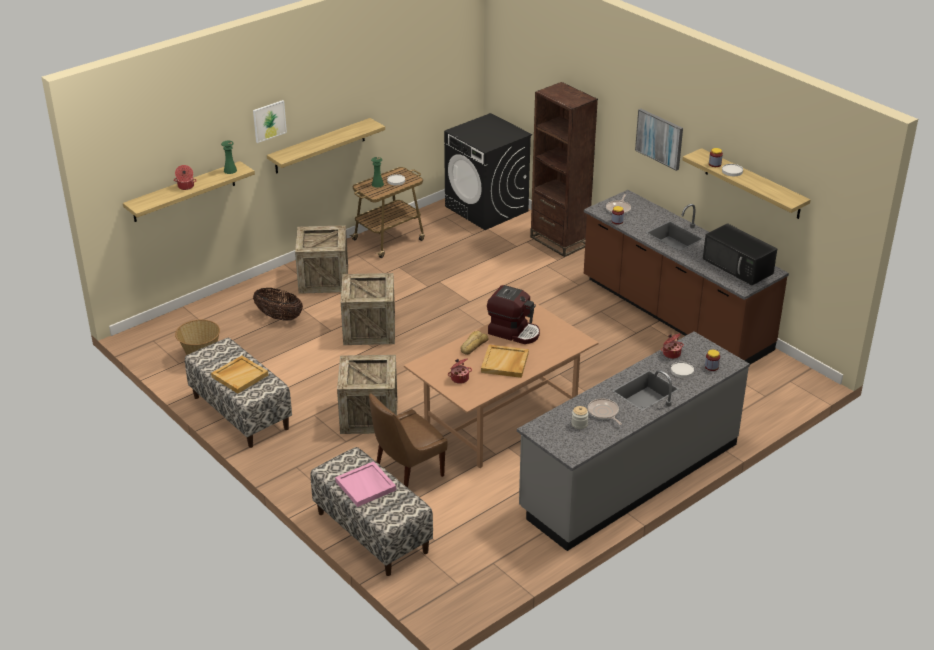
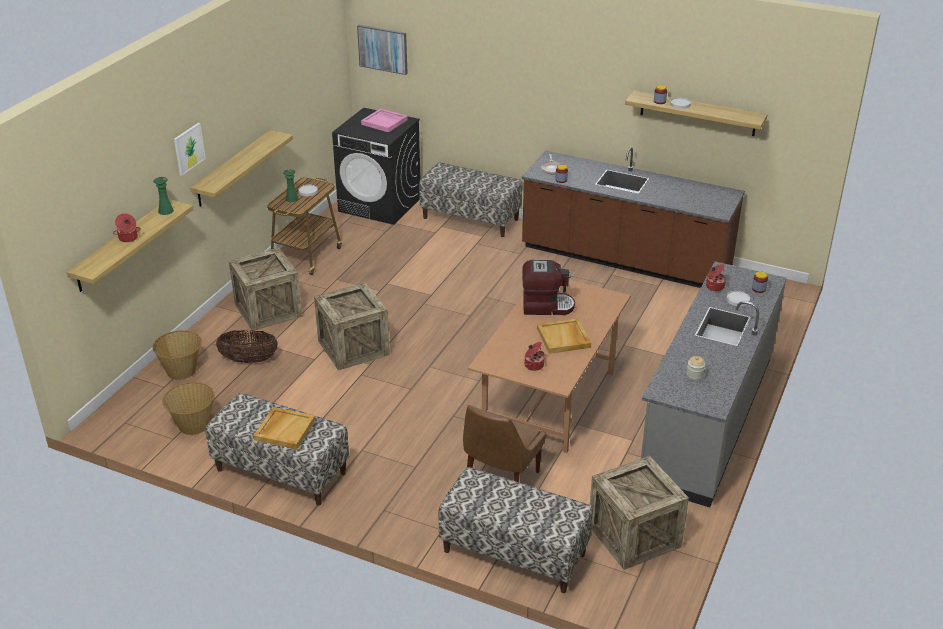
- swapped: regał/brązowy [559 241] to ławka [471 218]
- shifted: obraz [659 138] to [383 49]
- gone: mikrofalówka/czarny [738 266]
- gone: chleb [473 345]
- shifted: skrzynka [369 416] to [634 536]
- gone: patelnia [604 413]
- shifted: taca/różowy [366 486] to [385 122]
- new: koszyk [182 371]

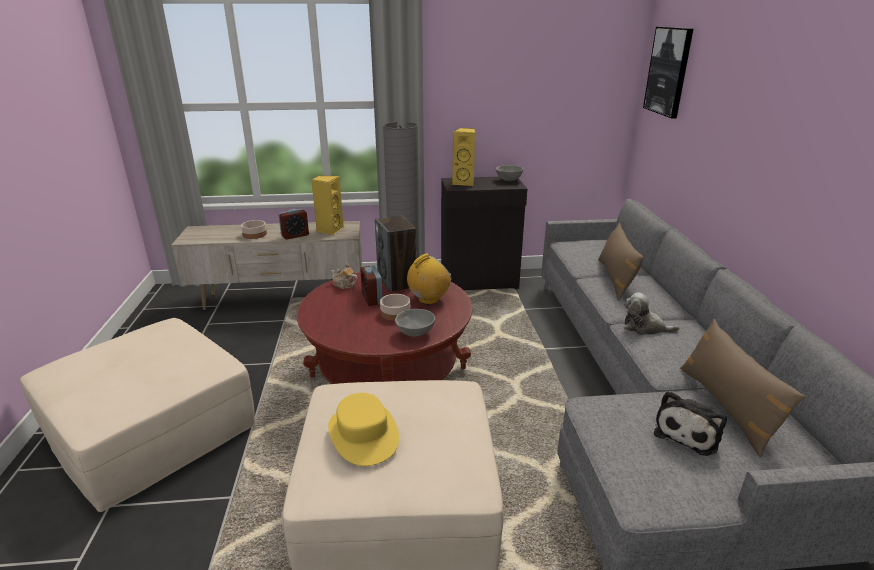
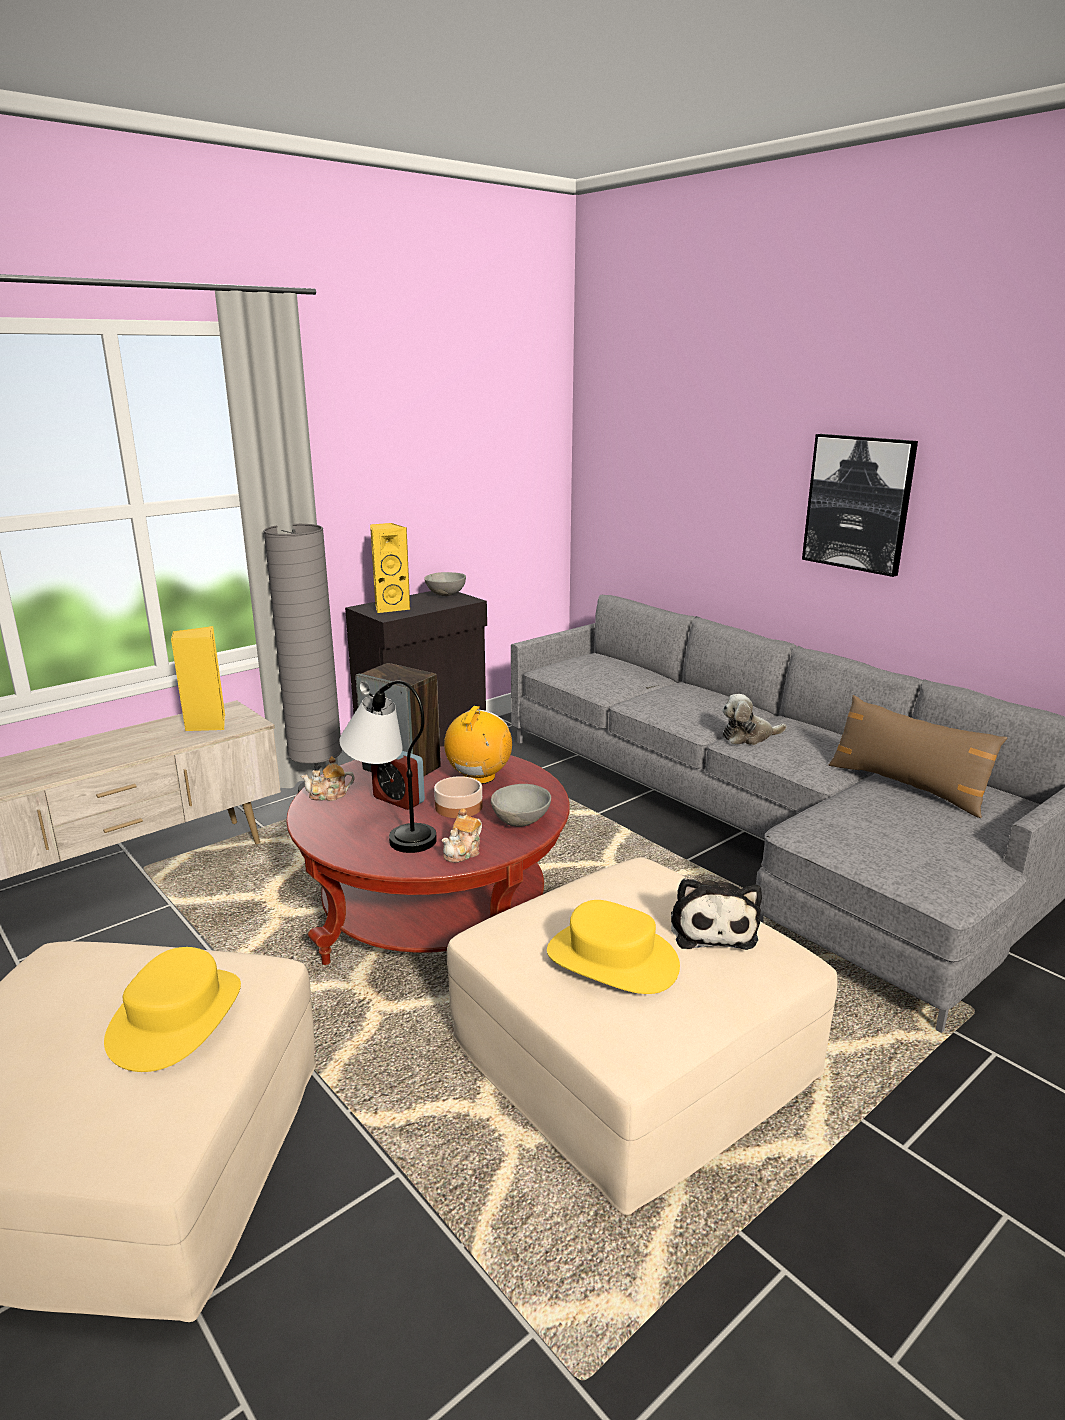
- shifted: obraz [668 71] to [858 503]
- gone: budzik [295 235]
- gone: miska [254 234]
- gone: poduszka/brązowy [616 279]
- shifted: pluszak [688 432] to [712 928]
- new: lampa stołowa [391 830]
- new: imbryk [463 852]
- new: kapelusz/żółty [177 1017]

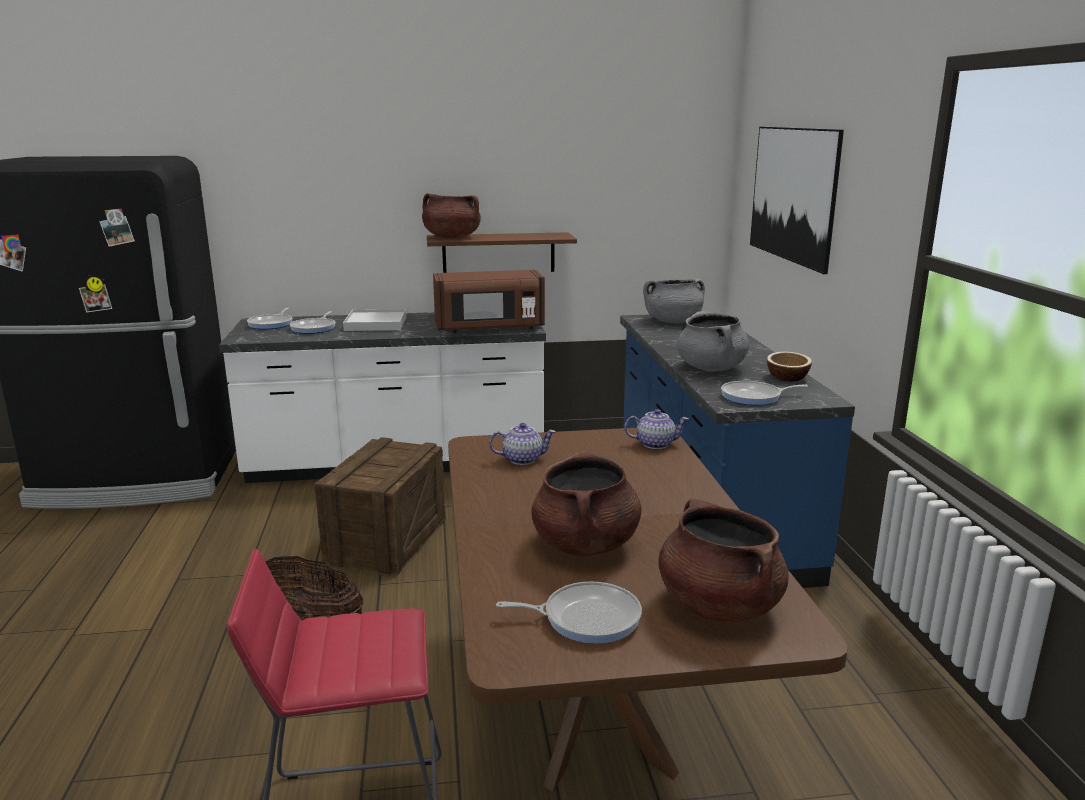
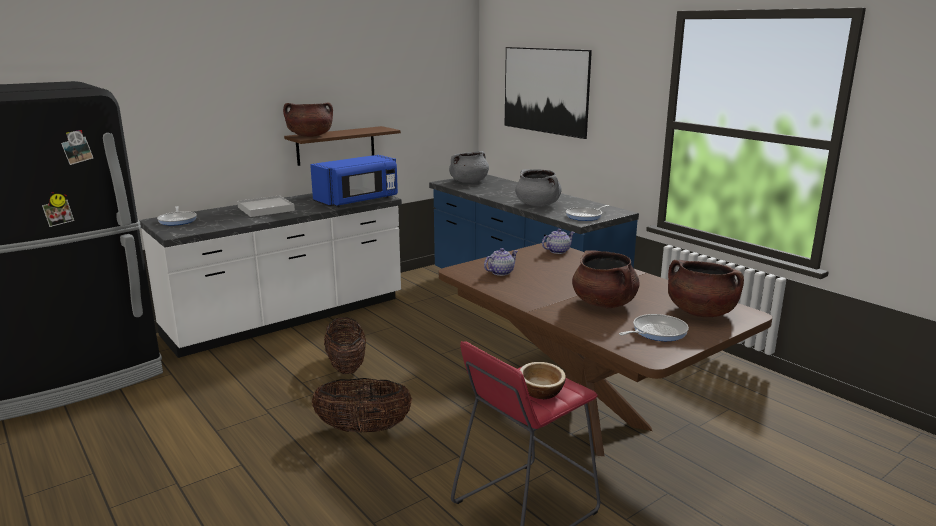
- repainted: mikrofalówka/brązowy [489 328] to mikrofalówka/niebieski [358 201]
- gone: patelnia [314 328]
- shifted: miska [787 377] to [541 392]
- swapped: skrzynka [387 541] to koszyk [346 366]

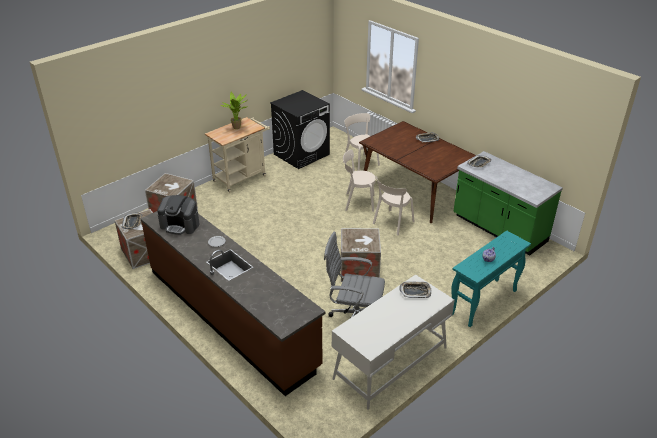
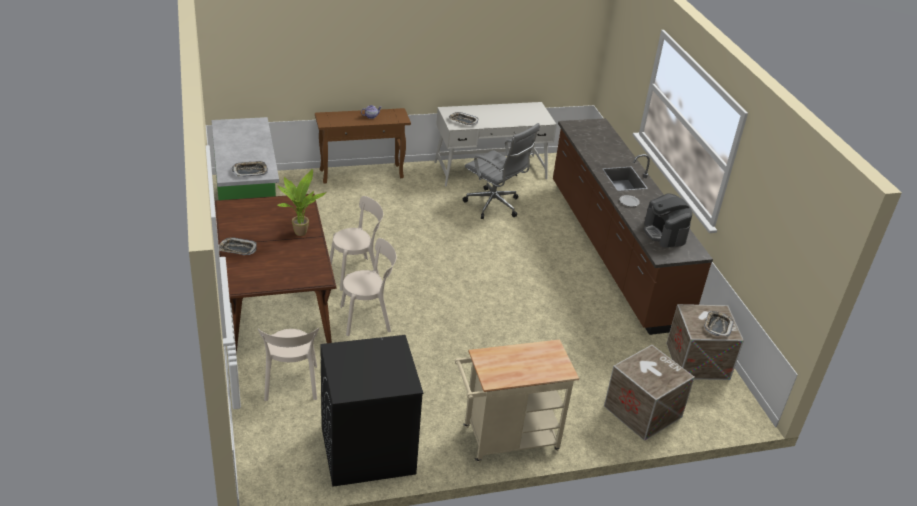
- shifted: roślina doniczkowa [238 128] to [299 232]
- rotated: krzesło/beżowy [357 202] = [368 318] 45 degrees counterclockwise
- rotated: ekspres do kawy [180 225] = [664 233] 150 degrees counterclockwise
- gone: skrzynka [359 269]
- repainted: stolik konsolowy/turkusowy [483 303] to stolik konsolowy/brązowy [362 174]

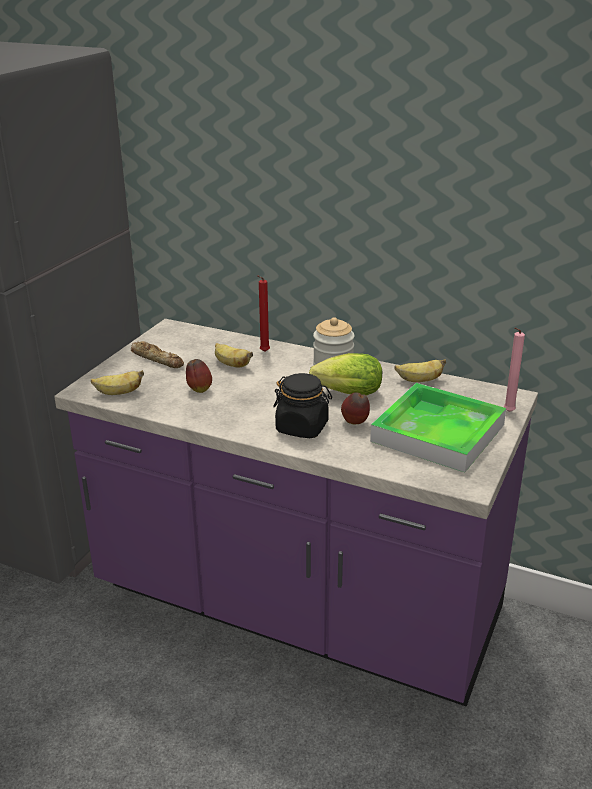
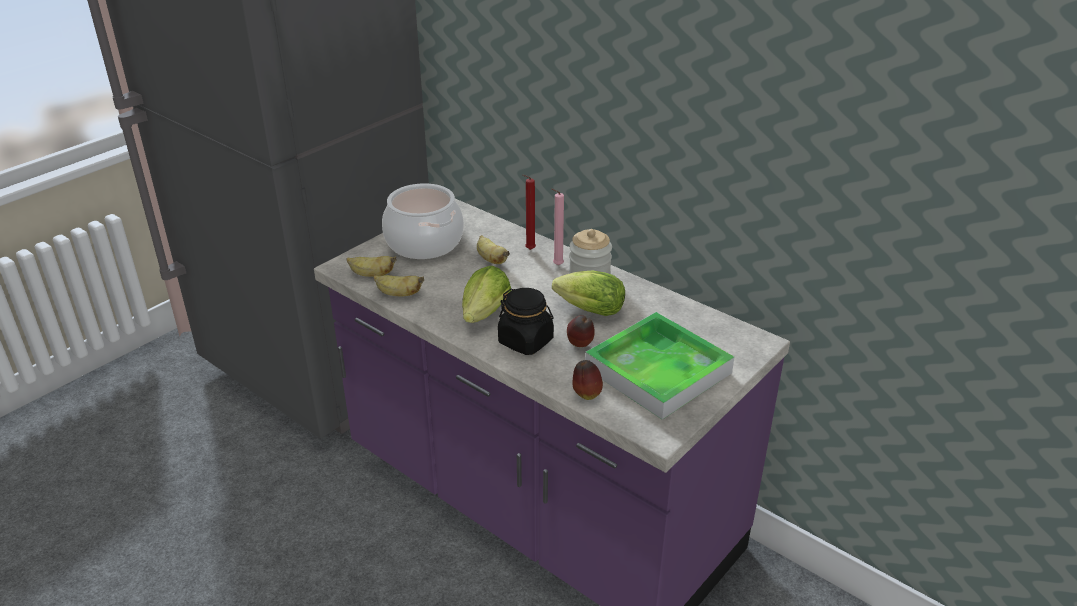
- shifted: świeca/różowy [507 412] to [556 265]
- swapped: chleb [157 359] to garnek [423 242]
- shifted: jabłko [199 390] to [586 394]
- shifted: banan [419 381] to [398 294]
- new: sałata [483 316]

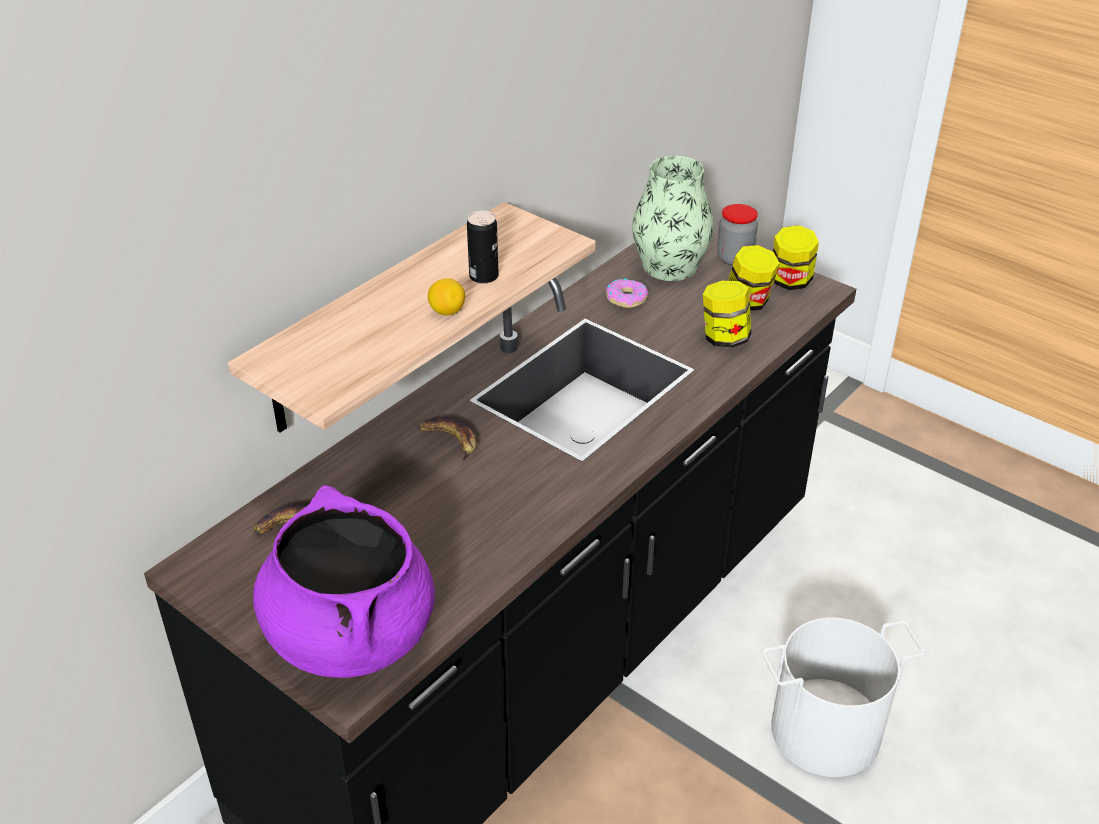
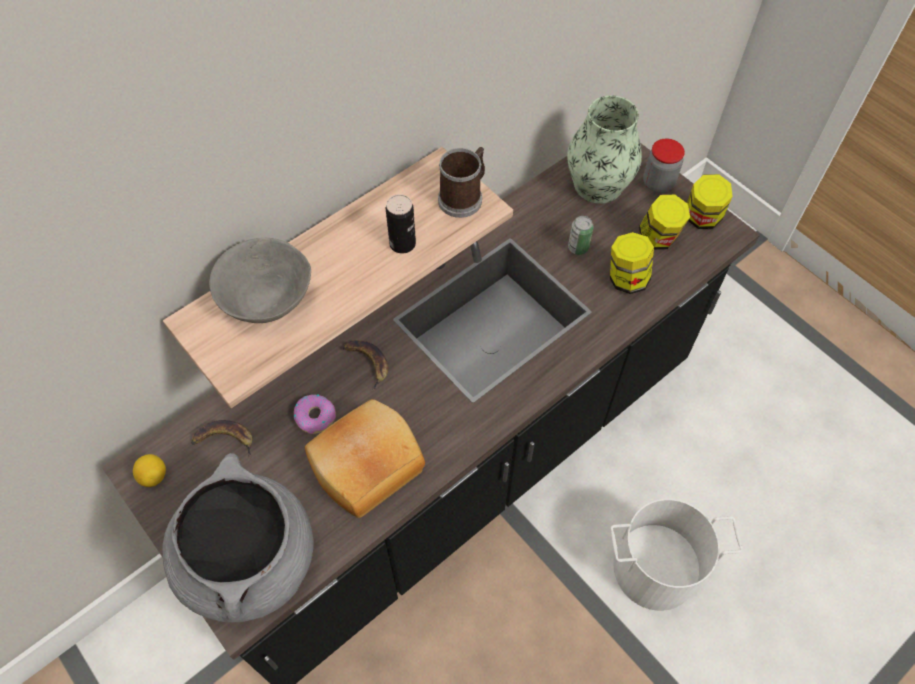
- shifted: cytryna [447 312] to [154 476]
- shifted: donut [626 298] to [315 416]
- repainted: garnek/fioletowy [350 634] to garnek/szary [249 560]
- new: kubek [463 197]
- new: puszka [578 248]
- new: miska/szary [267 301]
- new: chleb [365 464]

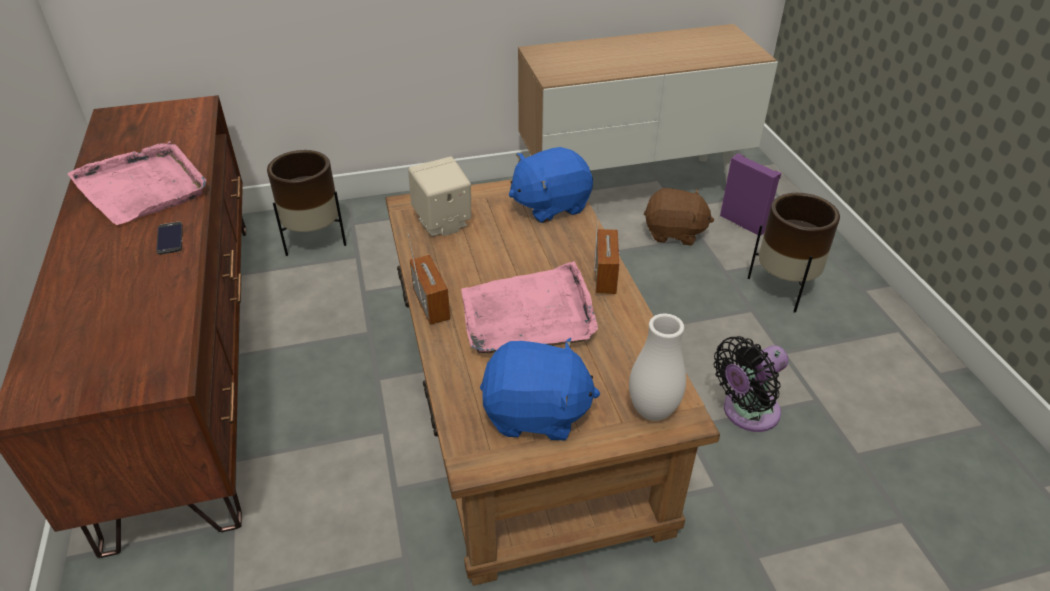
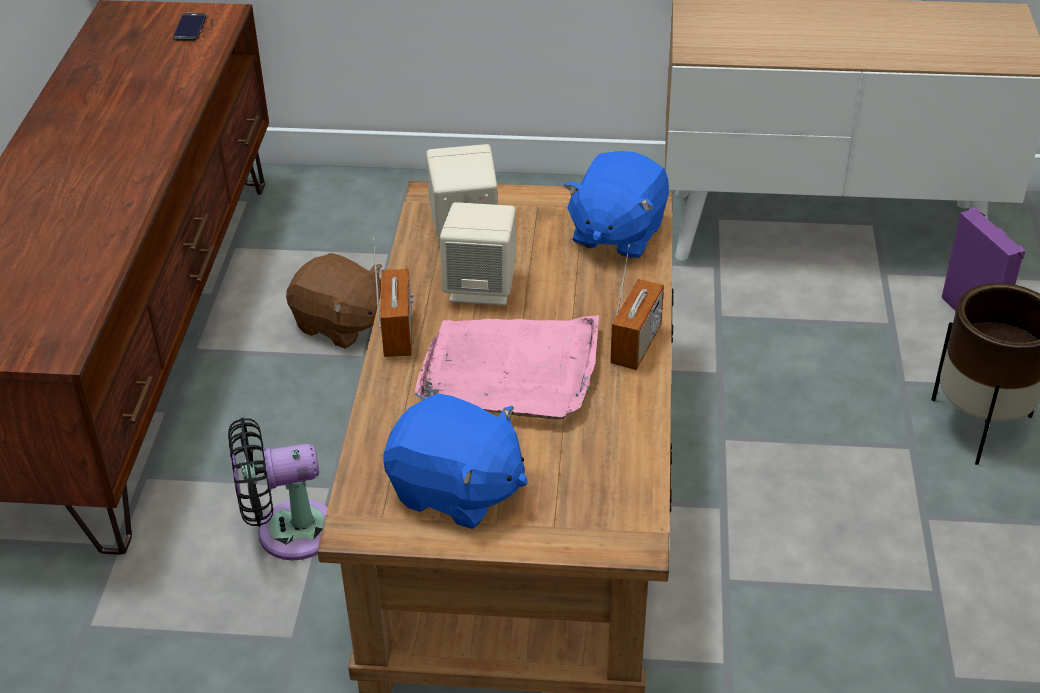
- gone: taca/różowy [143 187]
- rotated: pluszak/niebieski [550 205] = [616 234] 60 degrees counterclockwise
- gone: donica/brązowy [314 240]
- shifted: pluszak/brązowy [674 233] to [340 324]
- shifted: telefon [170 238] to [190 27]
- gone: wazon/biały [652 411]
- shifted: wentylator/czarny [746 413] to [287 532]
- new: głośnik/beżowy [481 287]

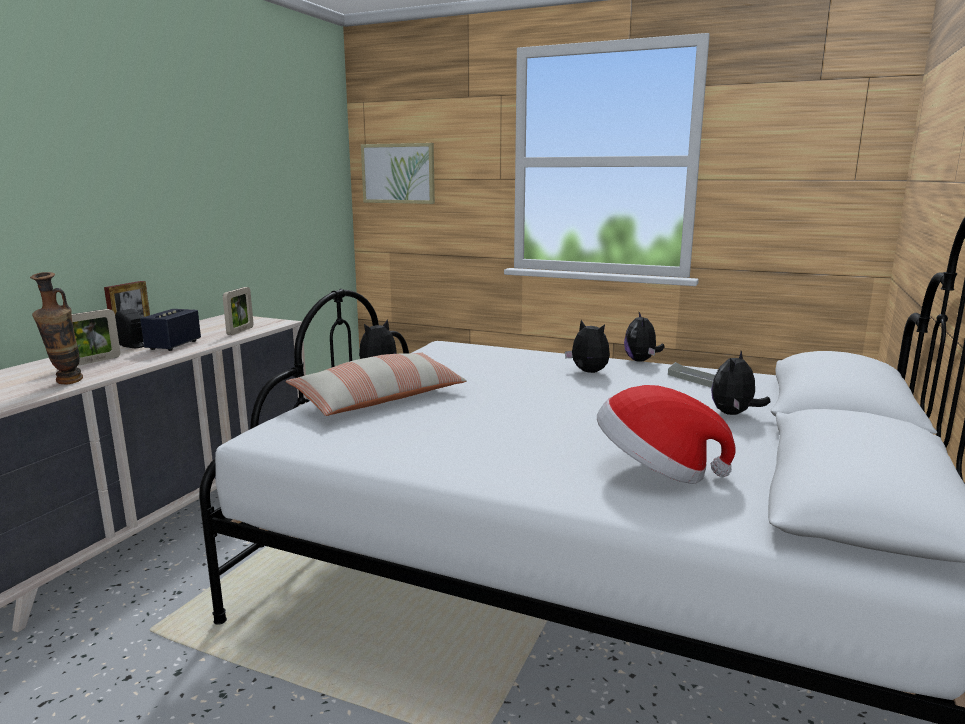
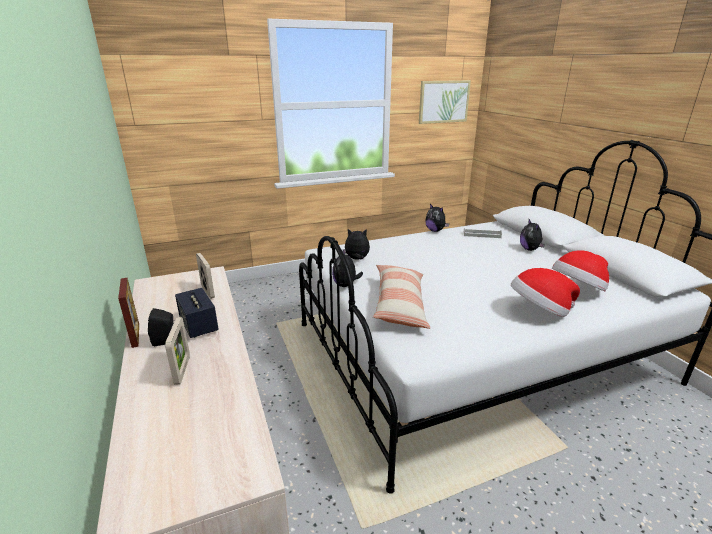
- shifted: obraz [398 173] to [443 101]
- gone: wazon [66 383]
- shifted: pluszak [587 372] to [357 259]
- new: kapelusz [539 311]

